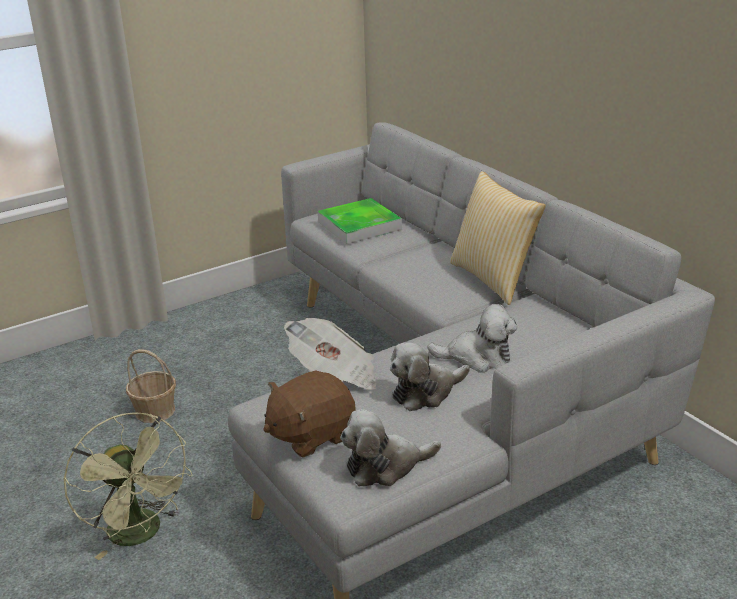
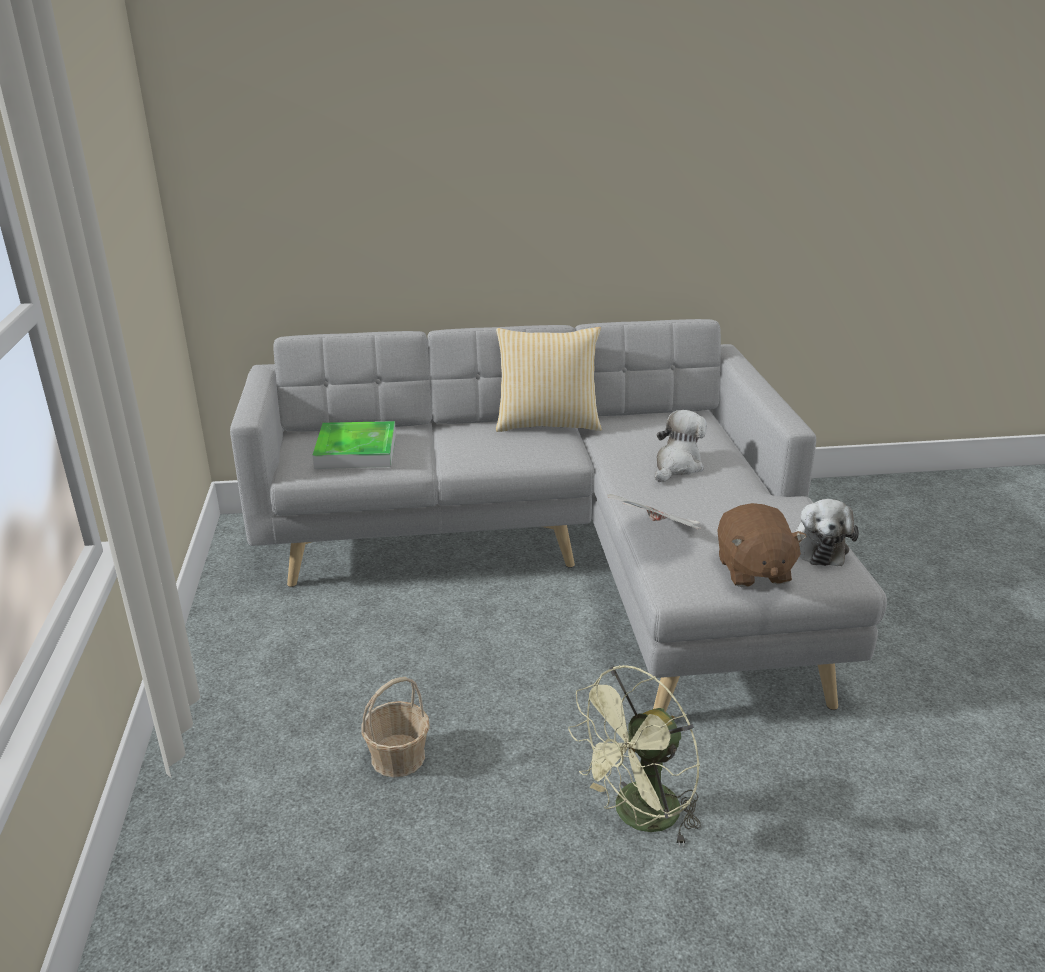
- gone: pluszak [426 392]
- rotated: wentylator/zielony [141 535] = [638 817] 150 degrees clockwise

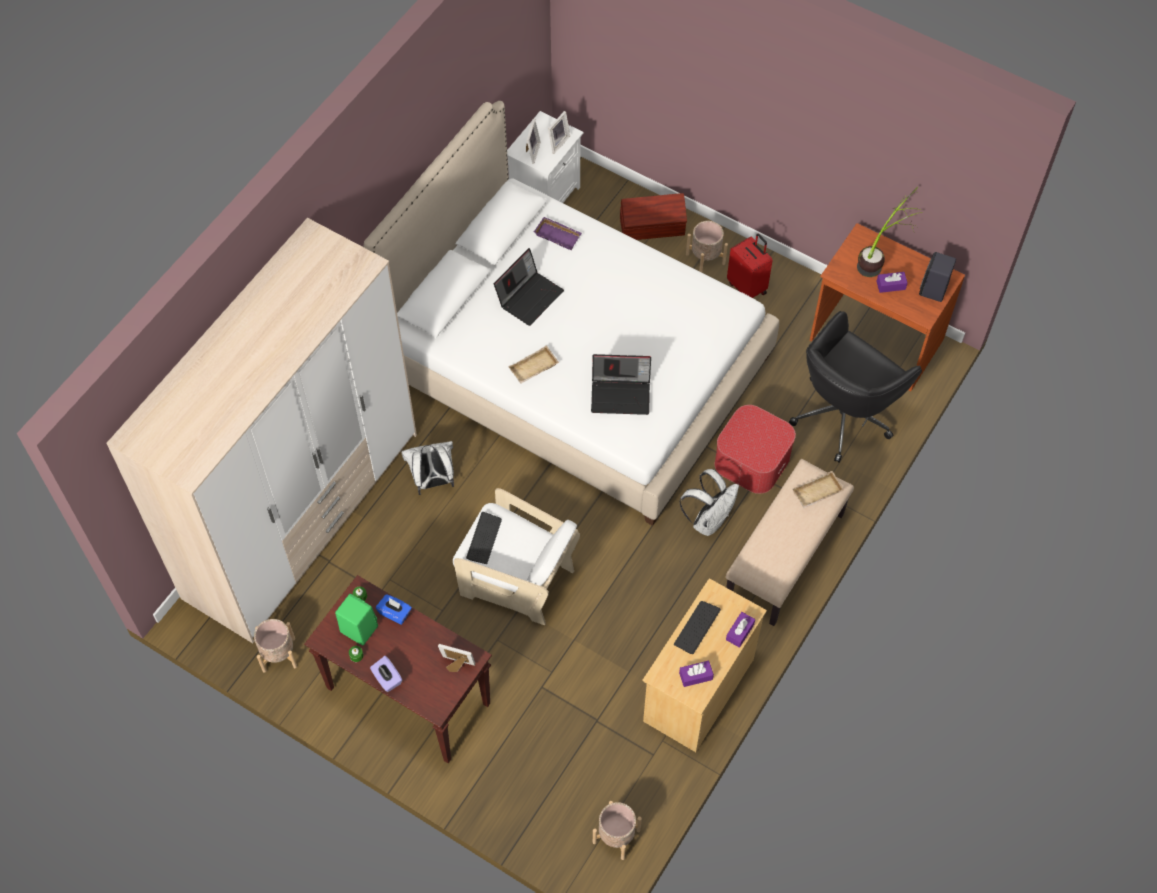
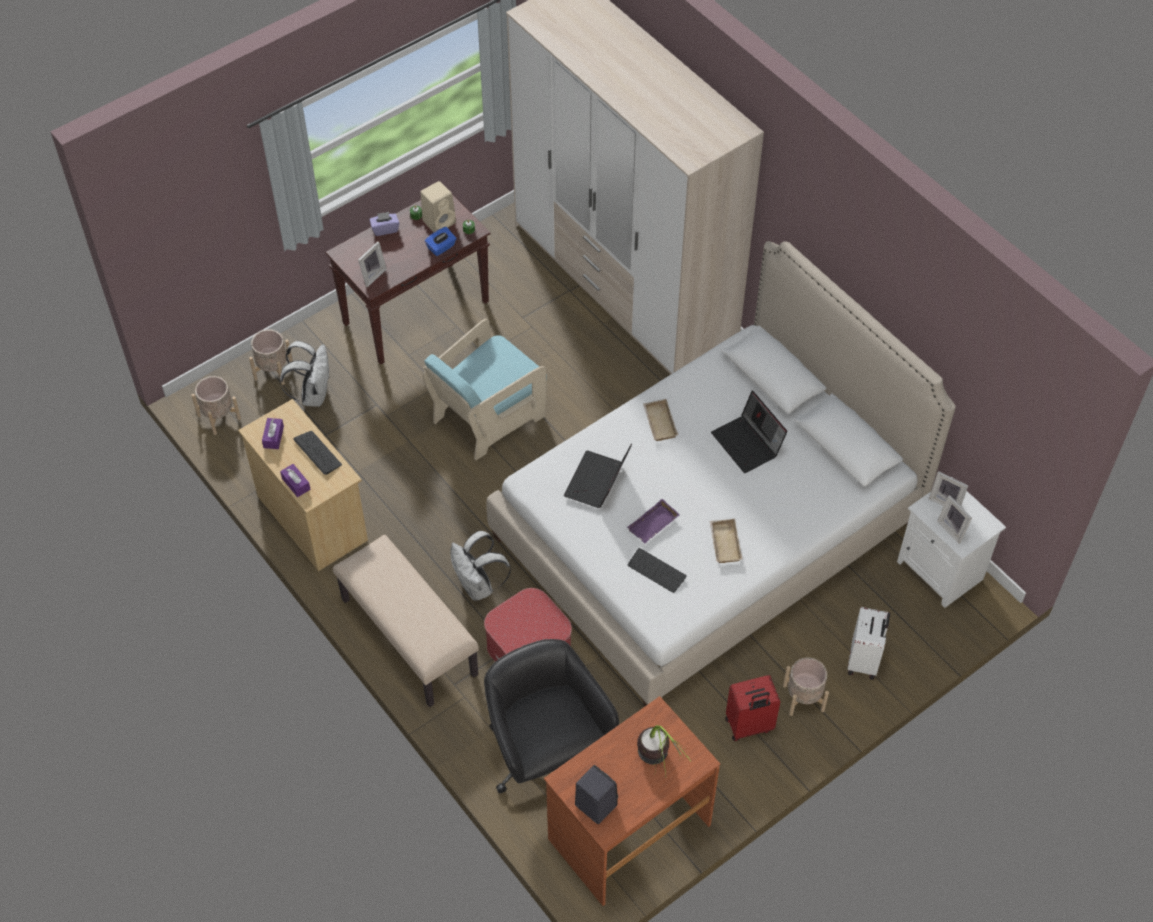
- swapped: pojemnik do przechowywania/brązowy [653 227] to walizka/biały [864 660]
- shifted: taca/fioletowy [558 235] to [653 525]
- gone: pudełko chusteczek/fioletowy [891 285]
- shifted: plecak/biały [433 482] to [313 394]
- shifted: taca/beżowy [817 493] to [723 543]
- repainted: fotel/biały [517 579] to fotel/turkusowy [488 416]
- shifted: klawiatura [484 539] to [656 571]
- repainted: głośnik/zielony [358 628] to głośnik/beżowy [440 221]
- shifted: donica/beżowy [279 655] to [273 370]

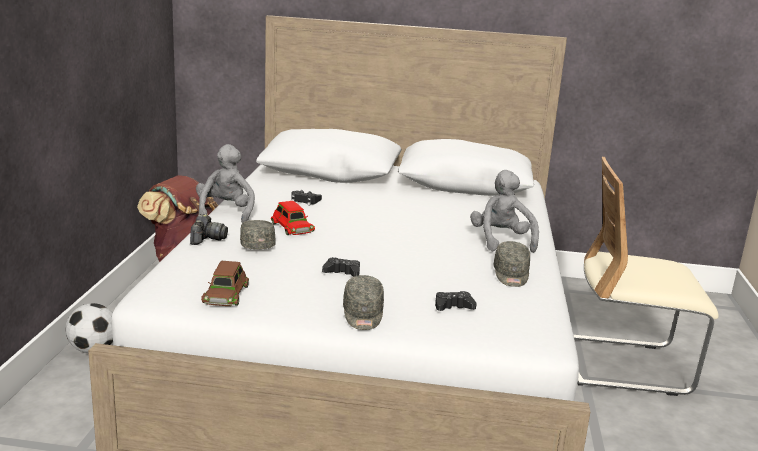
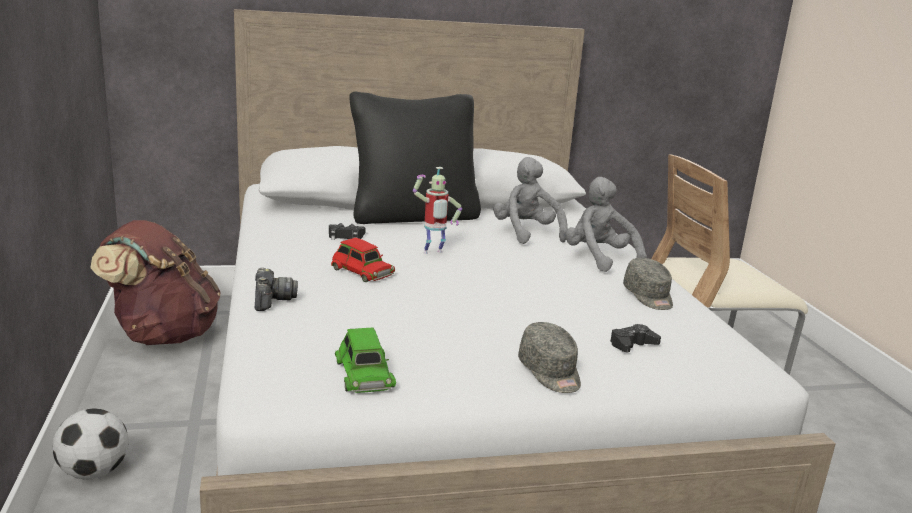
- shifted: pluszak/szary [225 213] to [526 233]
- gone: czapka z daszkiem/szary [256 244]
- gone: pad do gier/czarny [342 272]
- repainted: samochodzik/brązowy [225 294] to samochodzik/zielony [364 373]
- new: poduszka/czarny [413 216]
- new: robot zabawkowy [433 253]

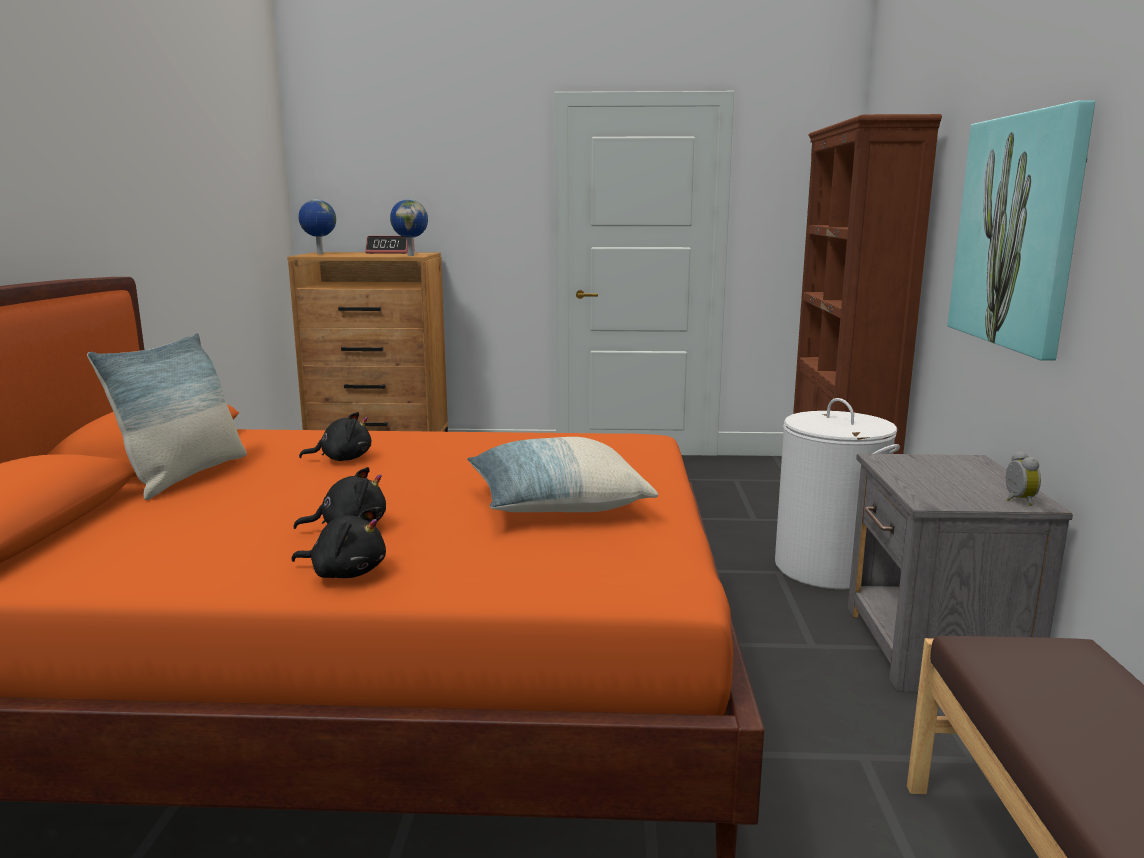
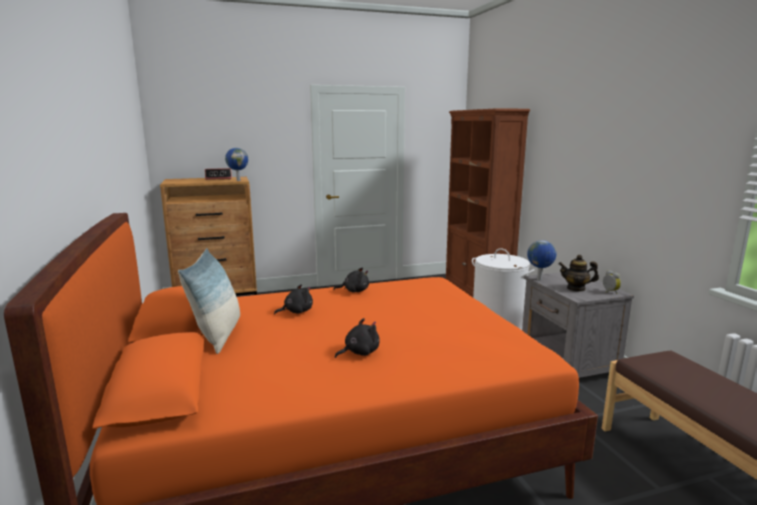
- gone: obraz [1018 231]
- shifted: globus [319 254] to [539 279]
- gone: poduszka [555 505]
- shifted: pluszak/czarny [346 572] to [354 291]
- new: imbryk [576 288]

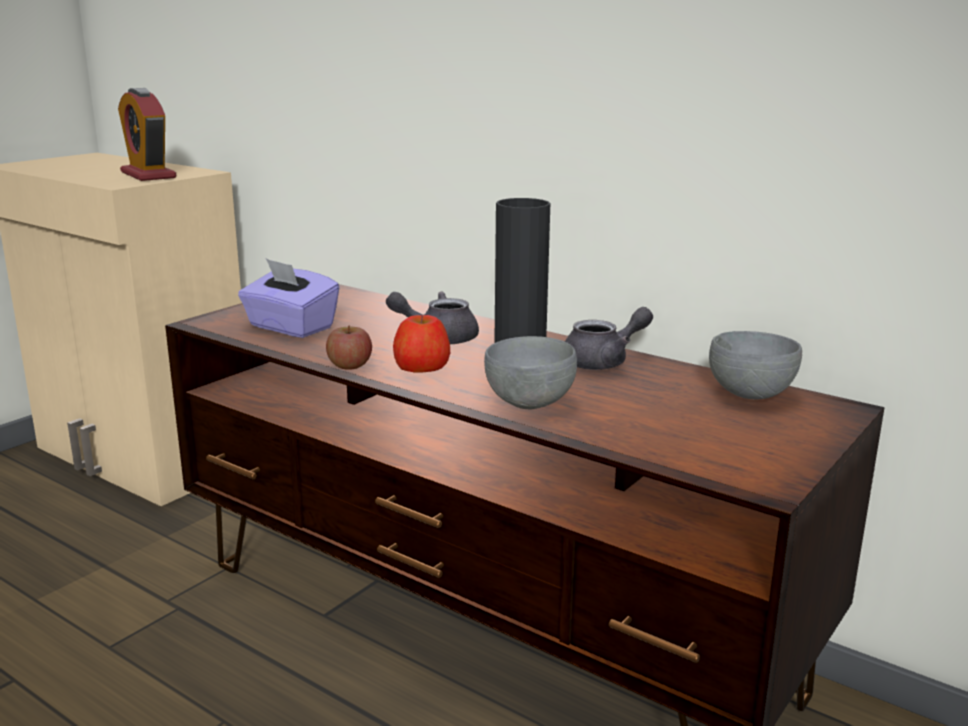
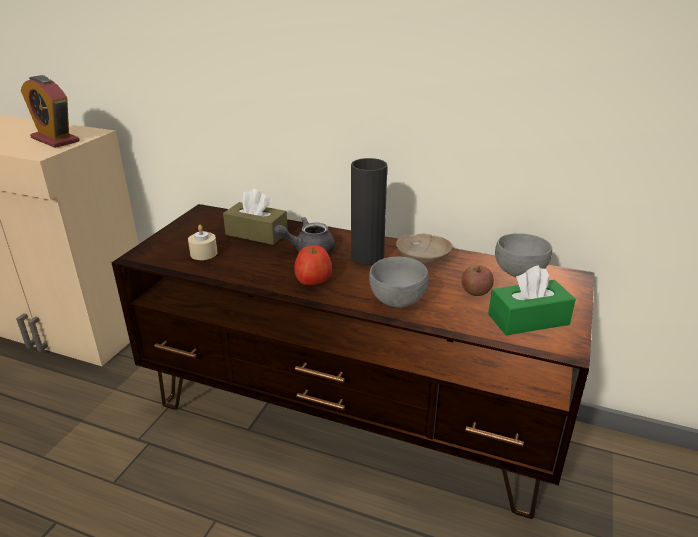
- swapped: pudełko chusteczek/fioletowy [290 327] to świeca/beżowy [203 253]
- swapped: imbryk/szary [604 362] to miska/beżowy [422 257]
- shifted: jabłko [349 365] to [475 291]
- new: pudełko chusteczek/brązowy [256 233]
- new: pudełko chusteczek/zielony [528 319]

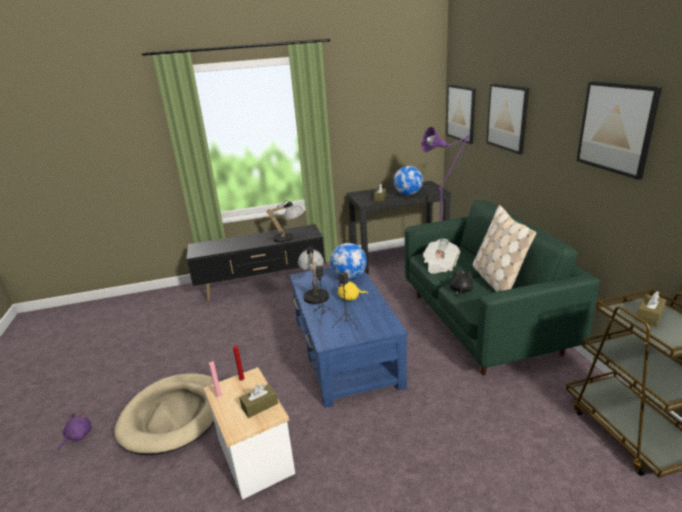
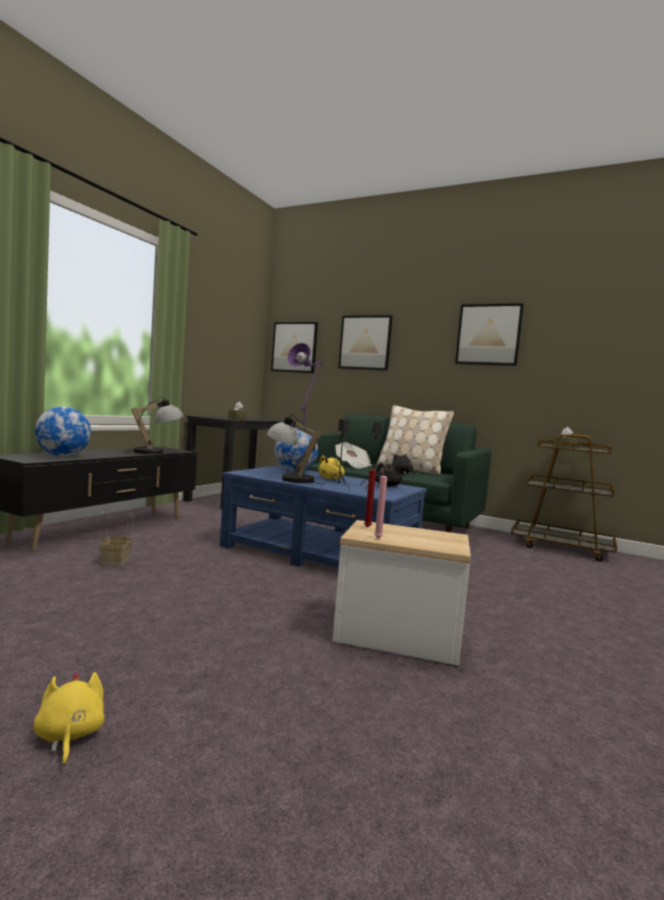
- shifted: globus [408 194] to [62 456]
- gone: legowisko/beżowy [174 415]
- gone: pudełko chusteczek/brązowy [260 406]
- repainted: pluszak/fioletowy [78 436] to pluszak/żółty [69 736]
- new: pluszak/czarny [387 486]
- new: koszyk [115 561]

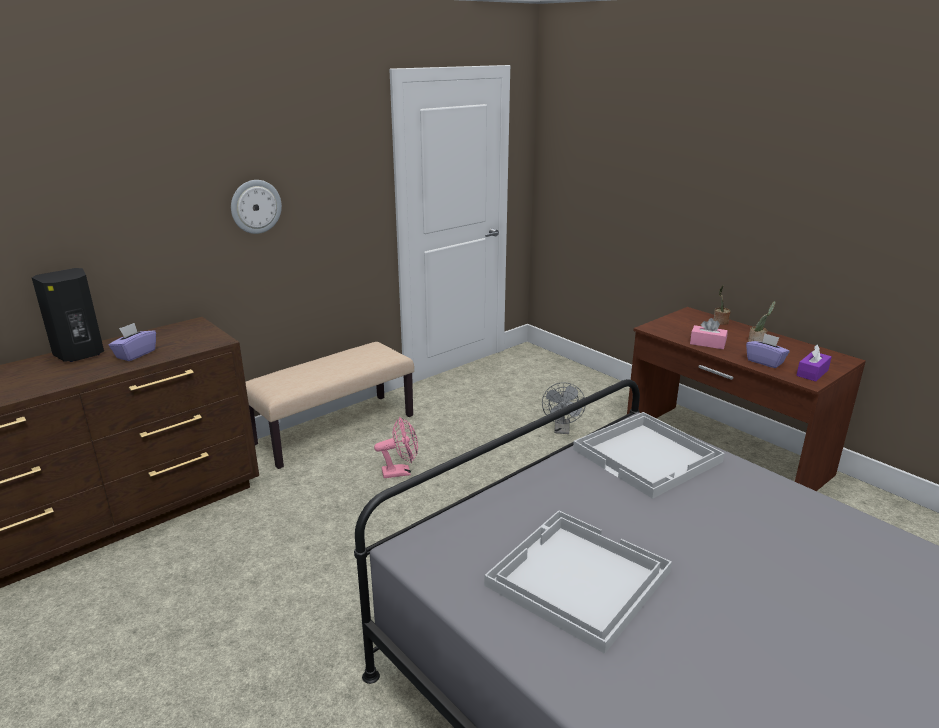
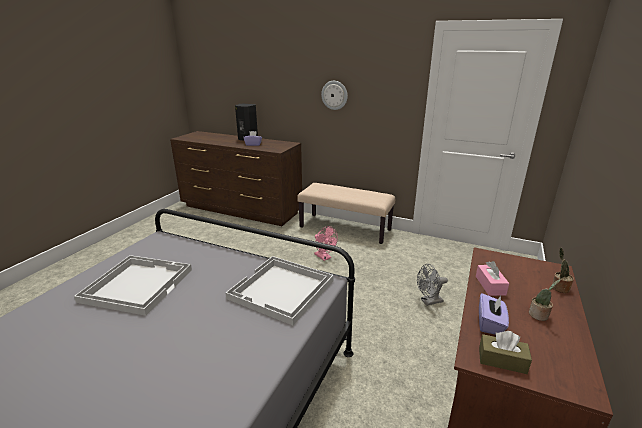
- repainted: pudełko chusteczek/fioletowy [812 373] to pudełko chusteczek/brązowy [502 360]

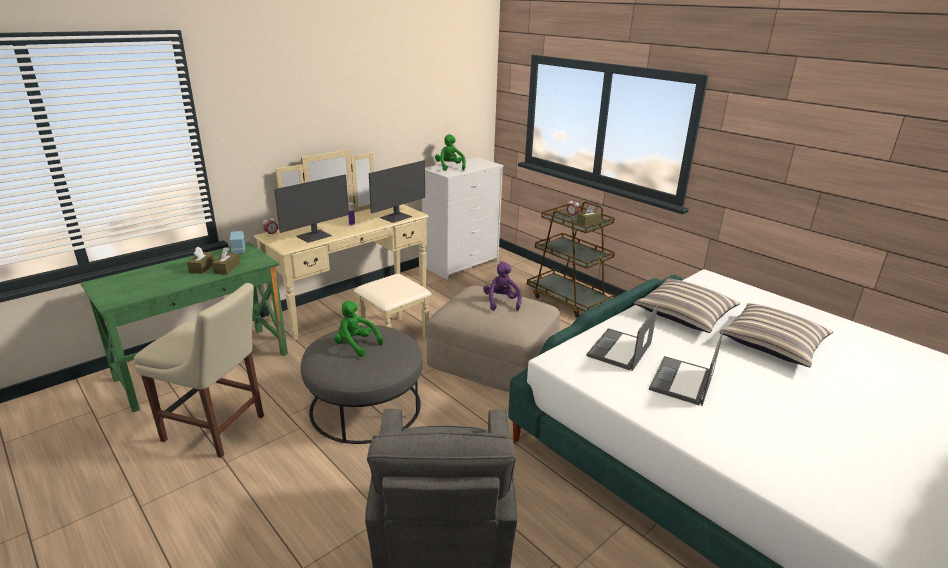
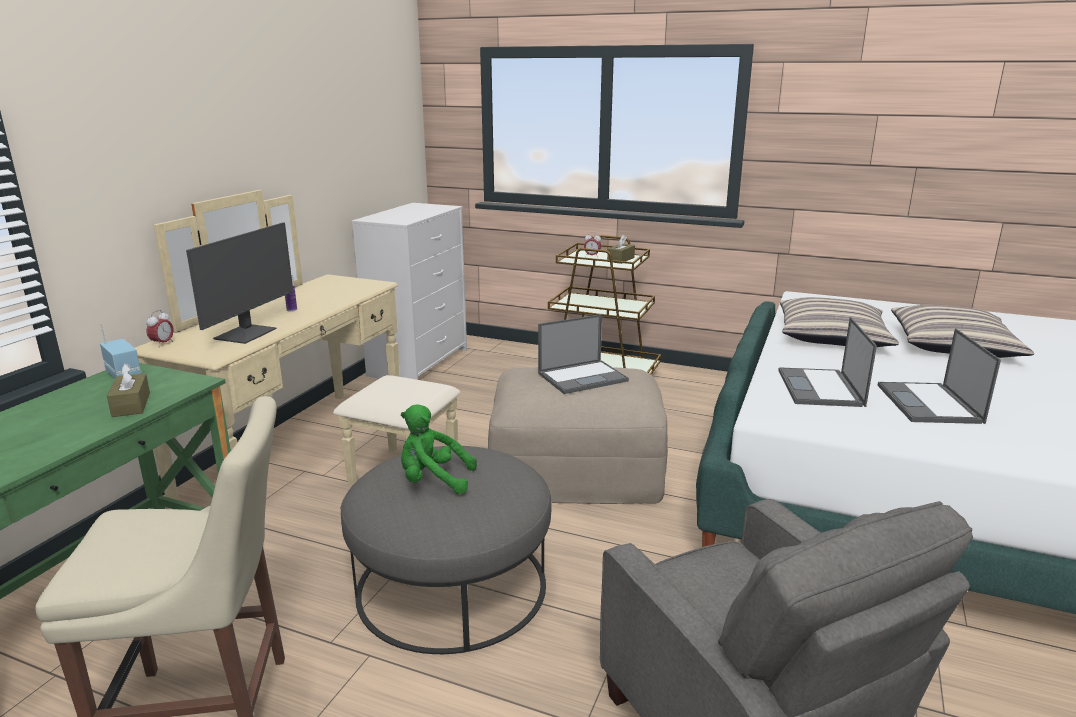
- gone: pluszak/zielony [449 167]
- gone: monitor [396 217]
- gone: pudełko chusteczek/brązowy [202 267]
- swapped: pluszak/fioletowy [501 302] to laptop [583 377]

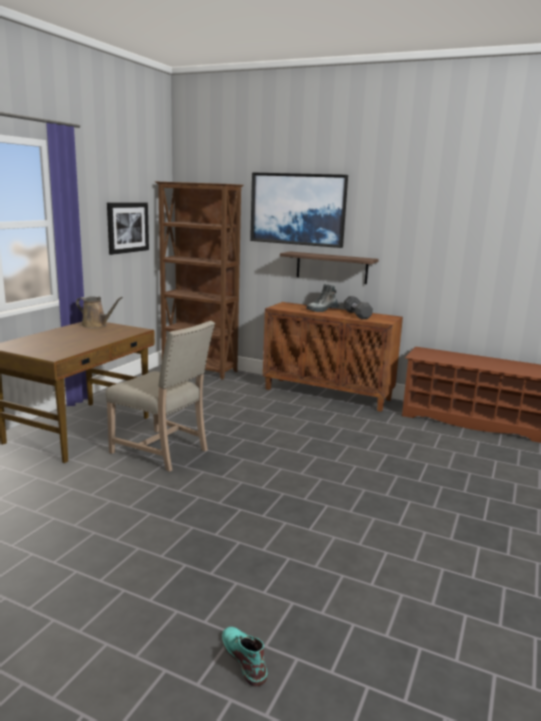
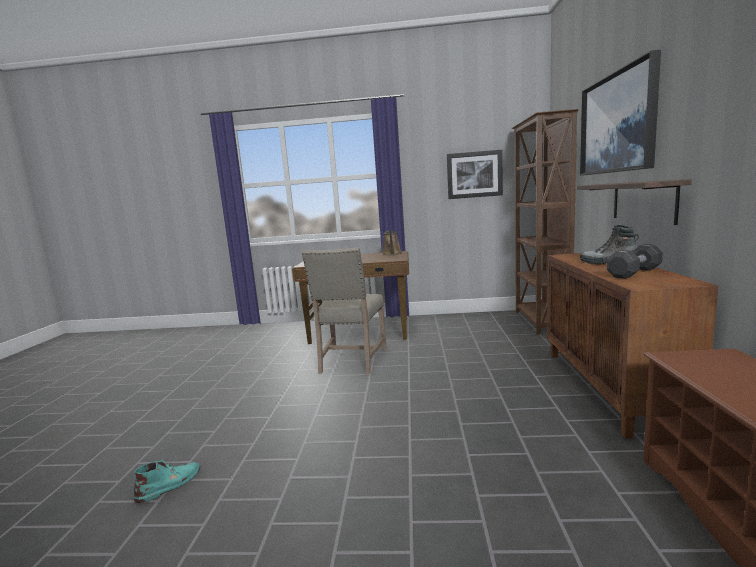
- shifted: but z cholewką/turkusowy [244 657] to [170 484]

